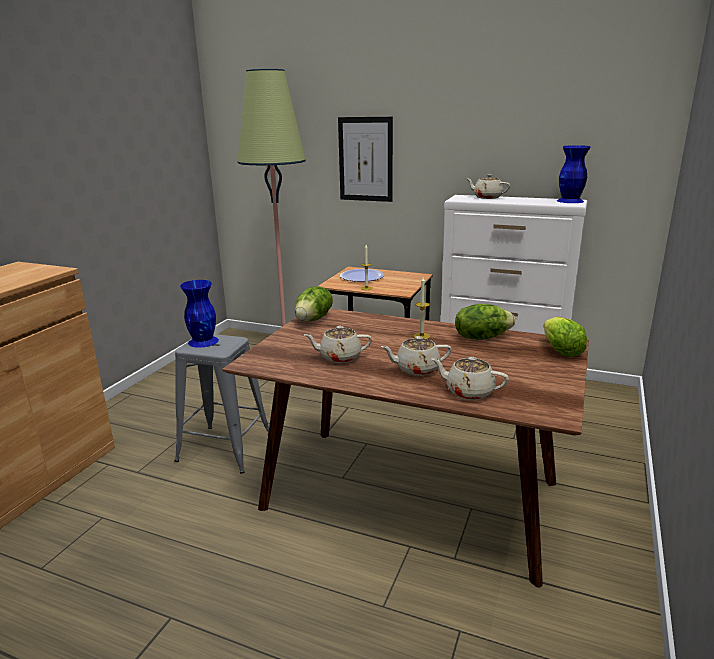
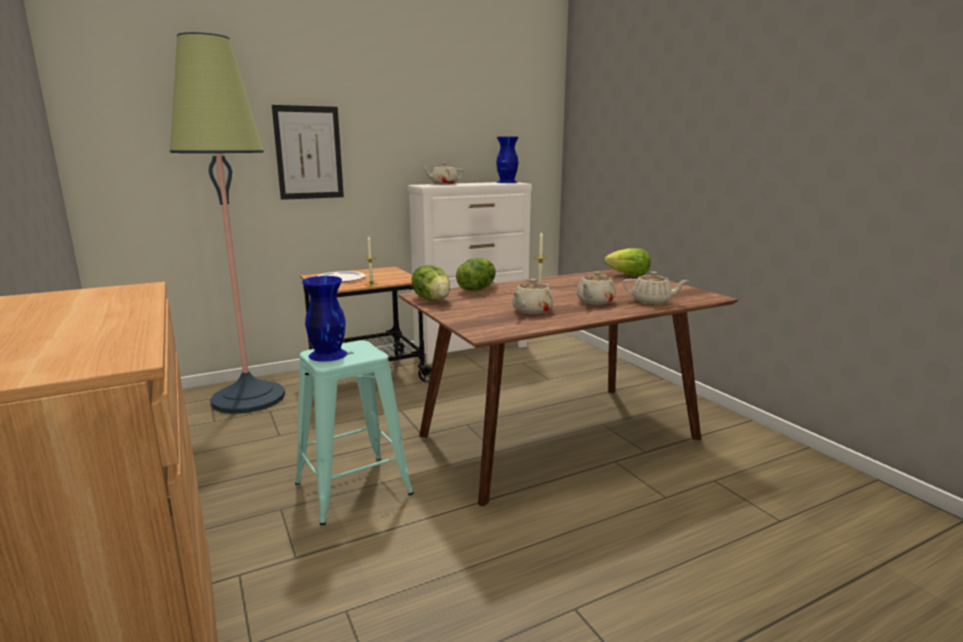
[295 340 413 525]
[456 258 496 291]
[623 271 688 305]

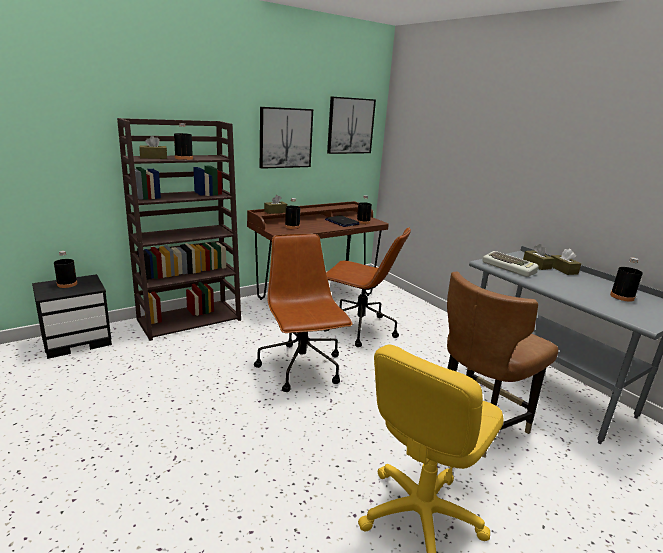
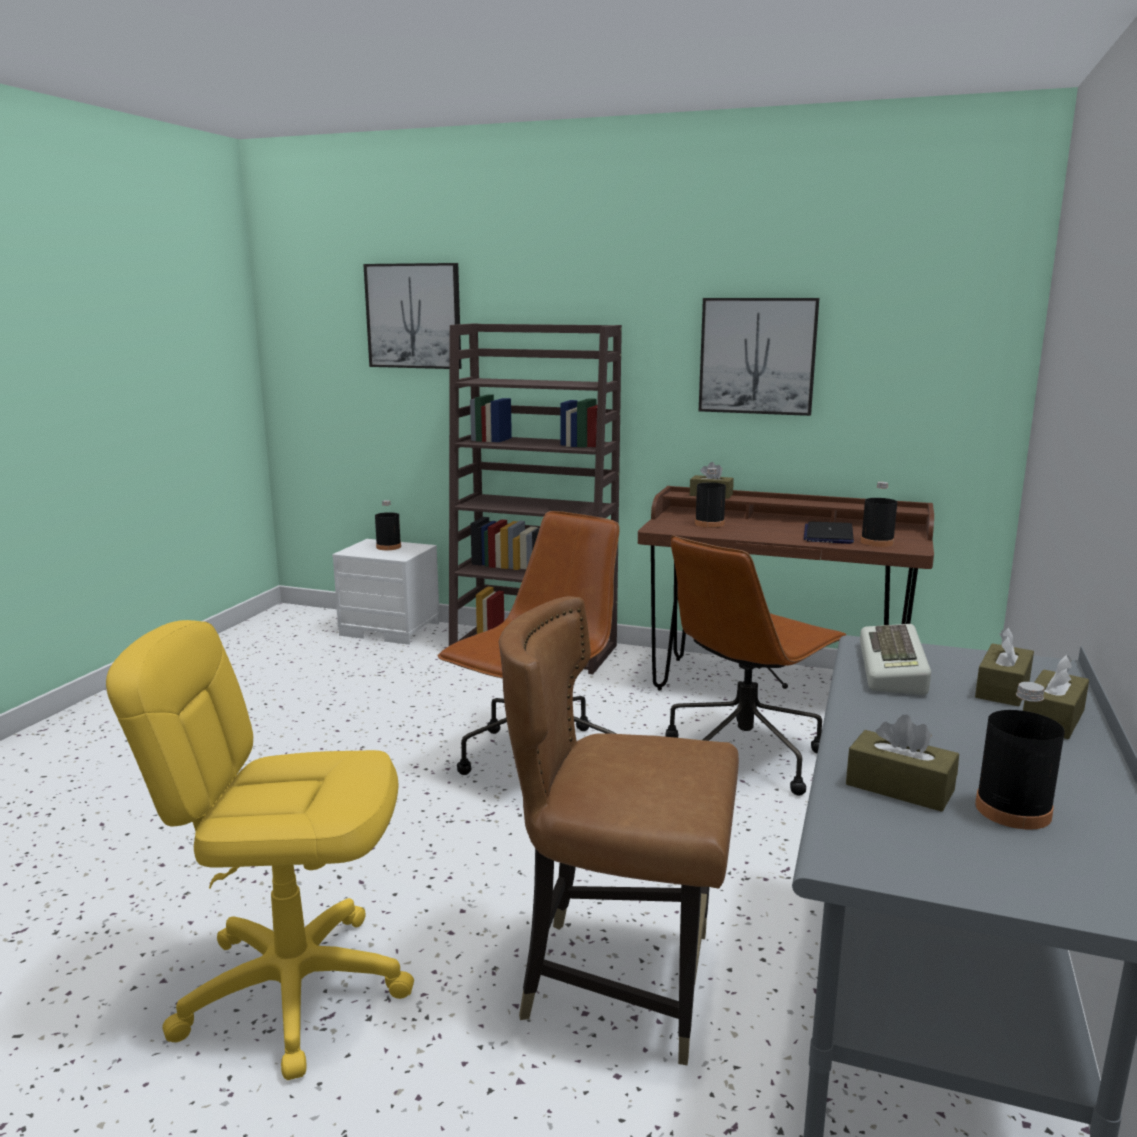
[332 539 439 645]
[363 263 462 369]
[665 536 846 796]
[846 715 959 812]
[174 123 193 160] (first image)

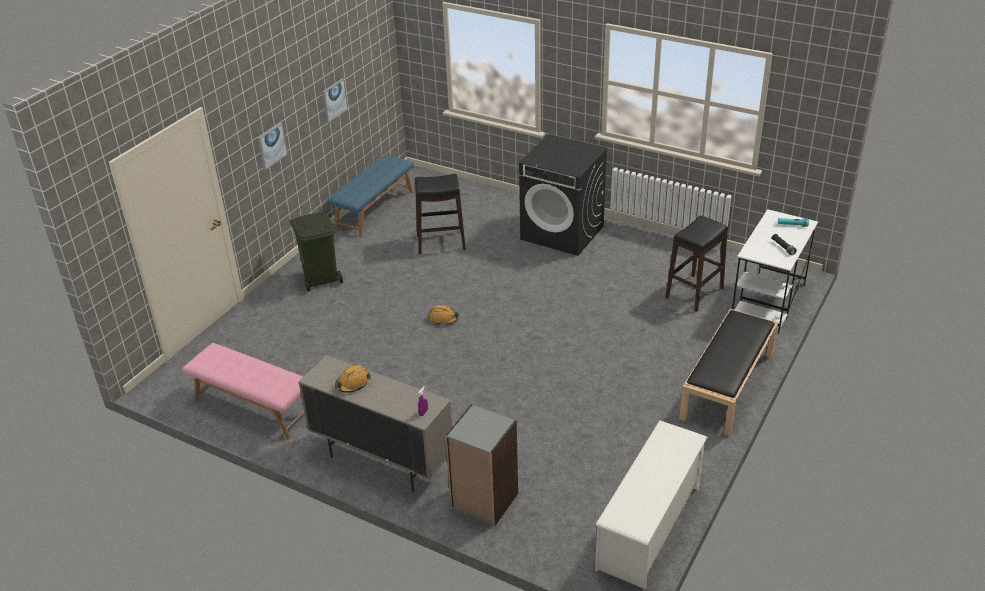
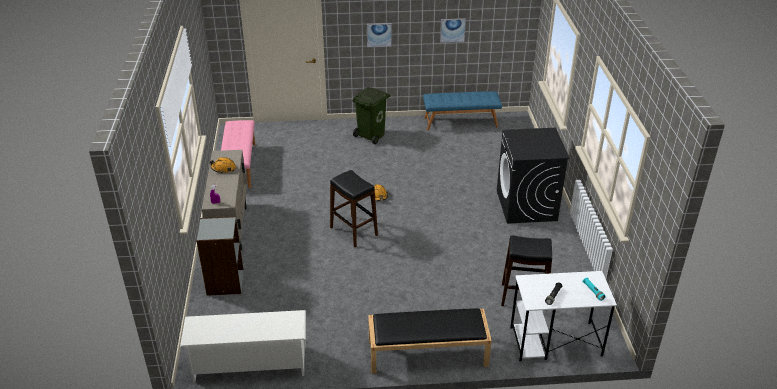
[330 170 378 247]

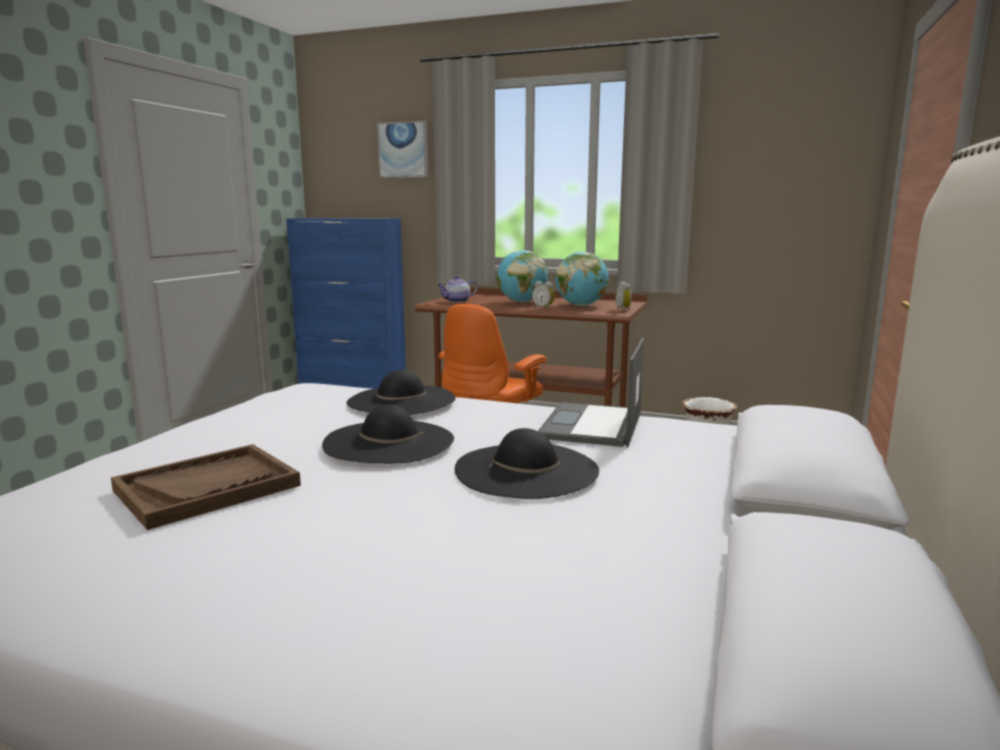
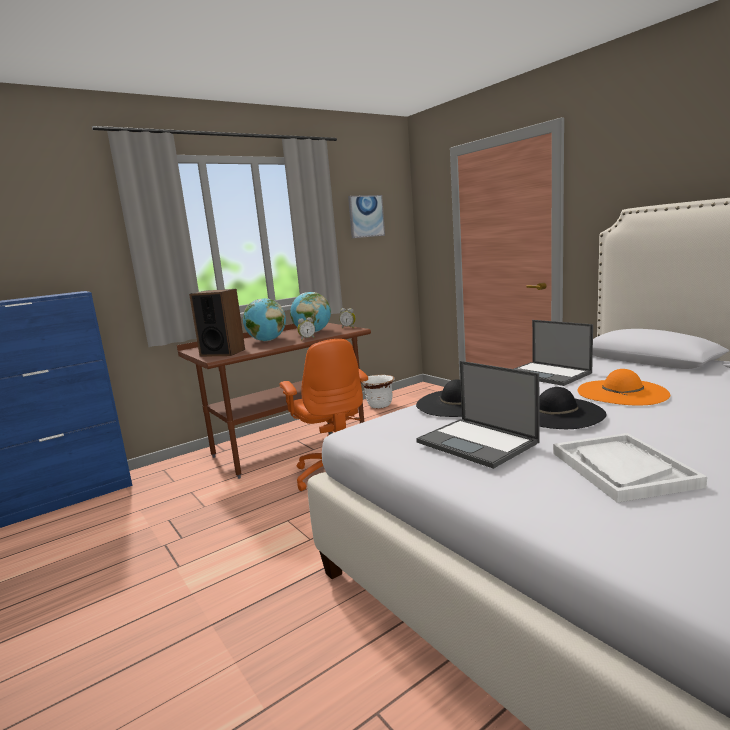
[189 289 245 357]
[348 195 385 238]
[416 361 540 469]
[553 433 707 503]
[578 369 670 406]

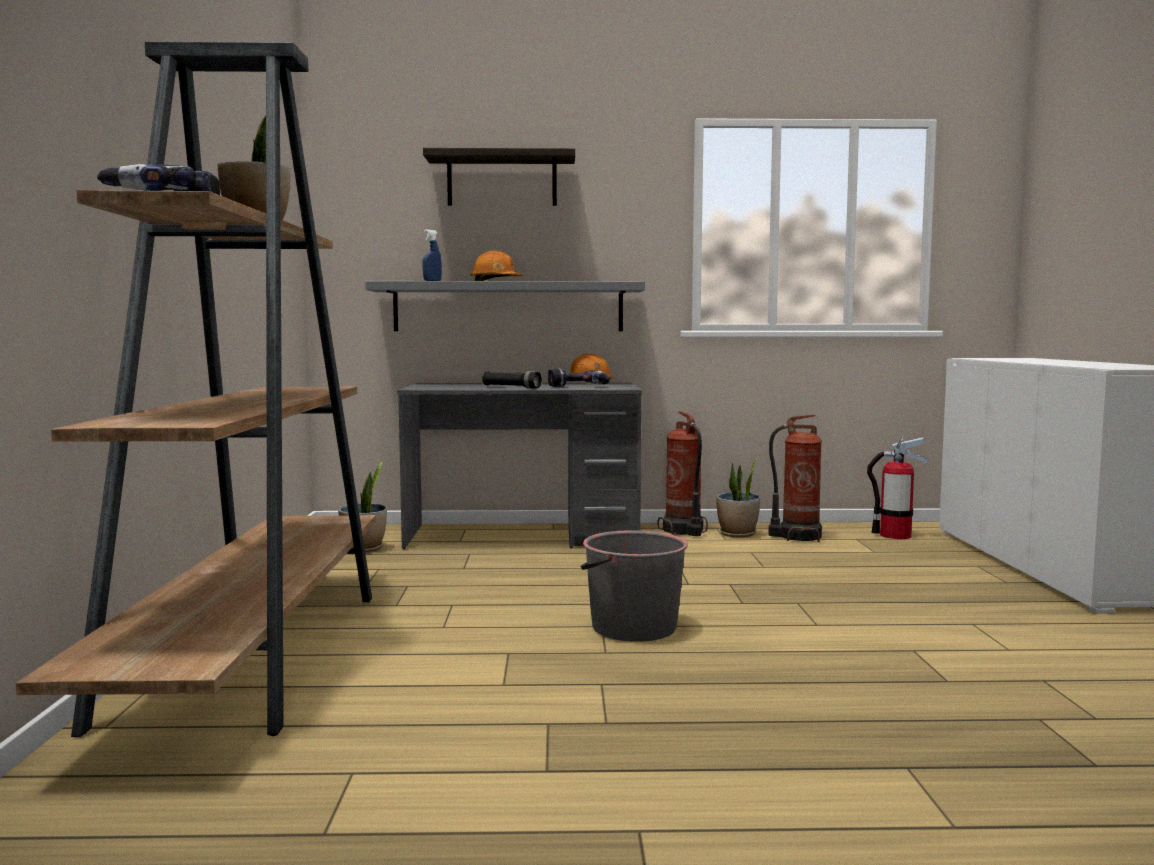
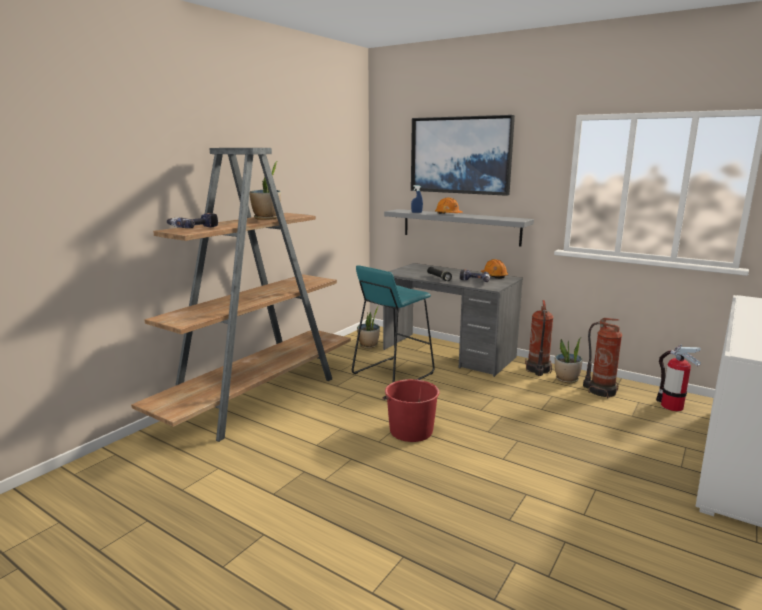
[352 265 435 382]
[383 379 440 442]
[411 115 515 196]

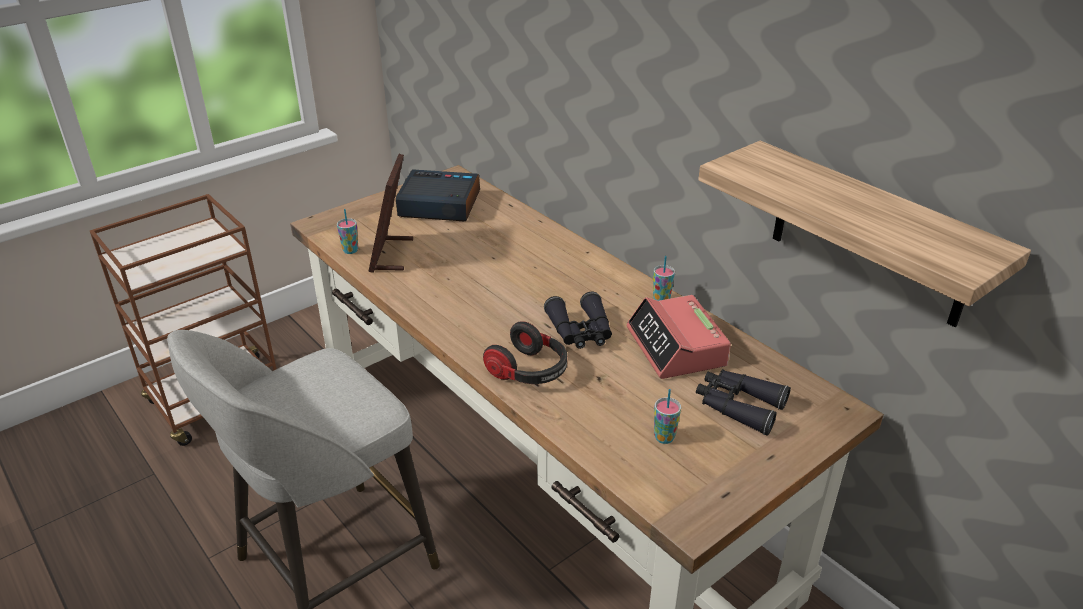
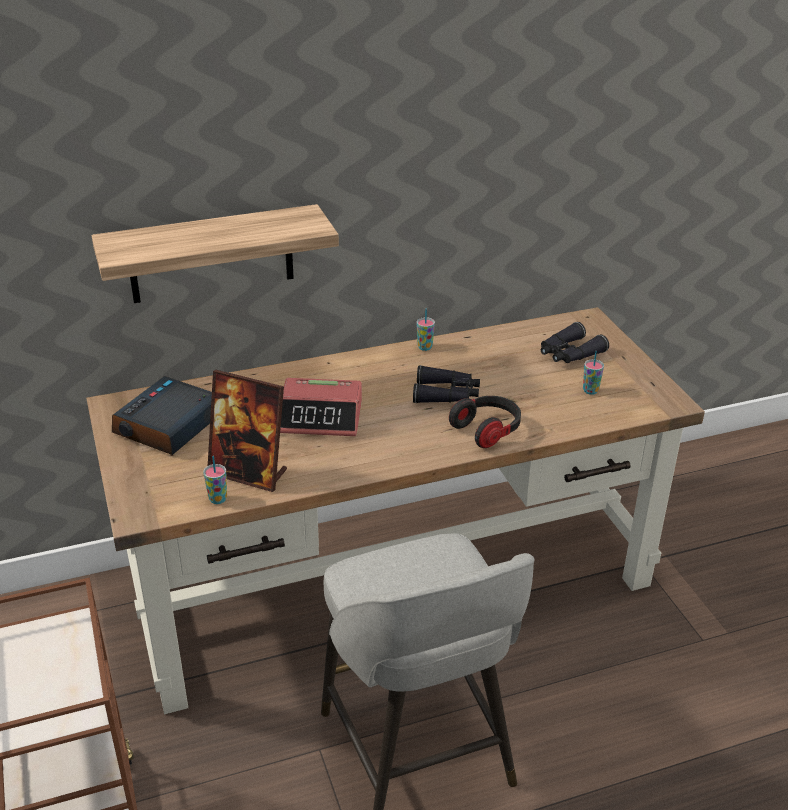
[92 204 339 303]
[280 378 362 436]

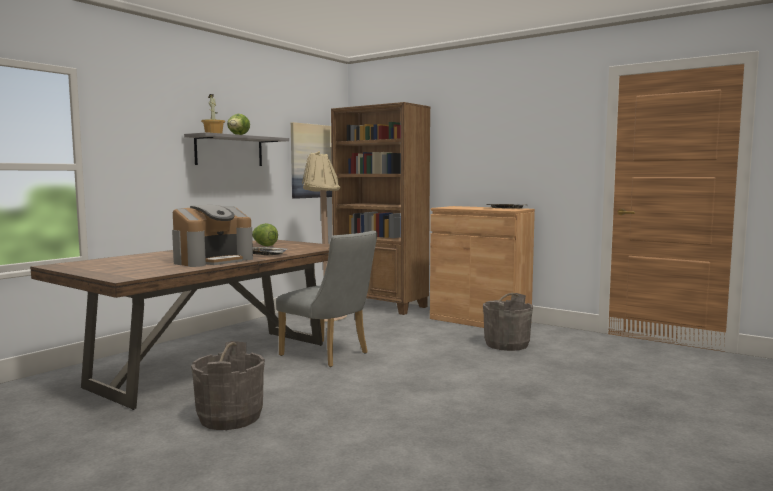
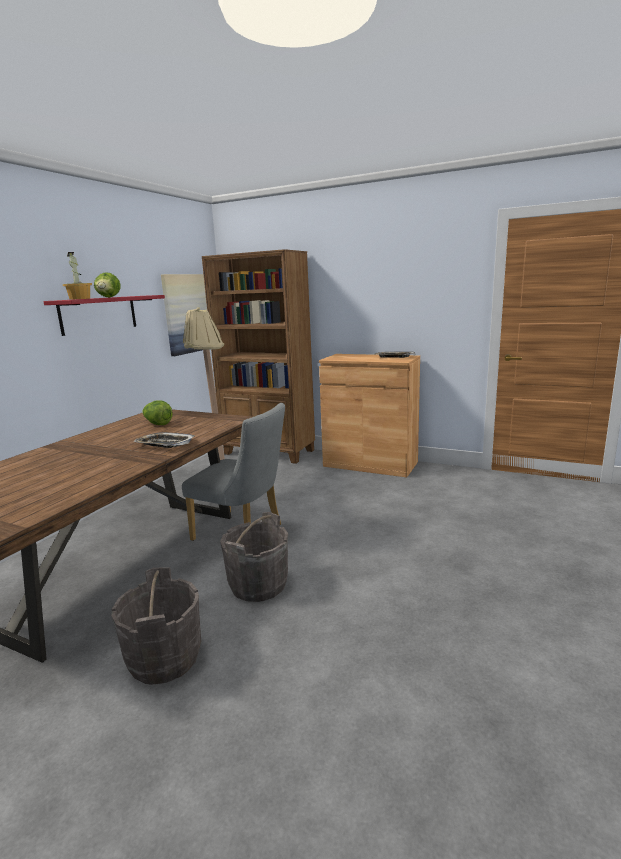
[44 295 165 336]
[220 512 288 602]
[172 205 253 267] (first image)

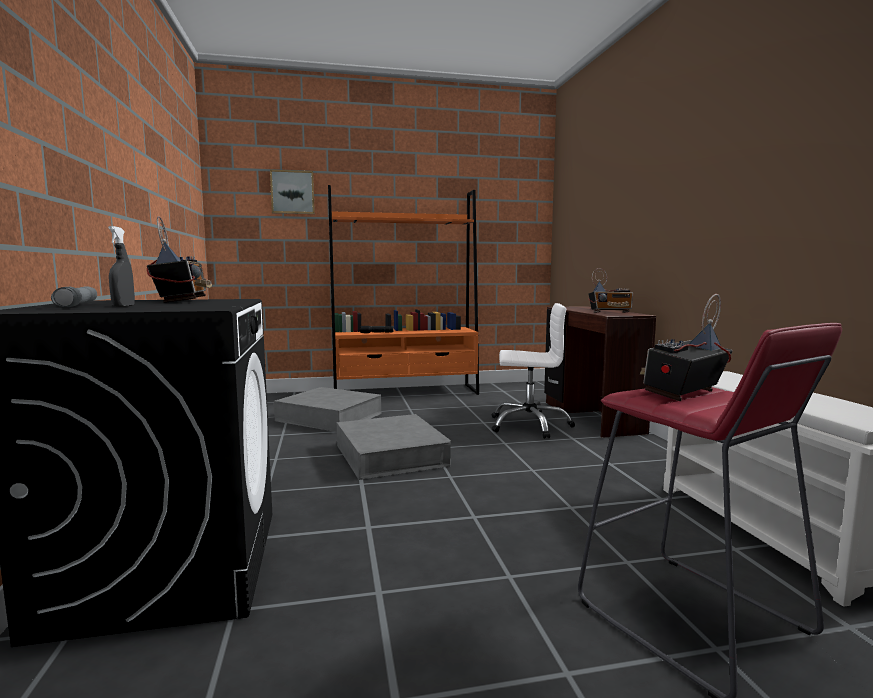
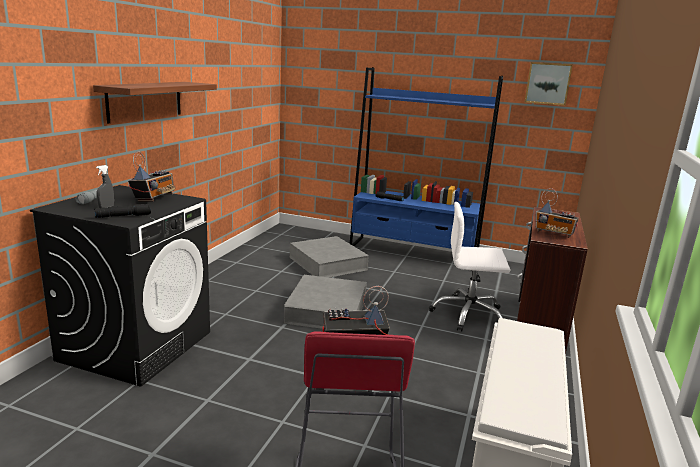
[93 82 217 123]
[94 204 151 218]
[349 67 503 271]
[429 202 510 331]
[525 62 573 106]

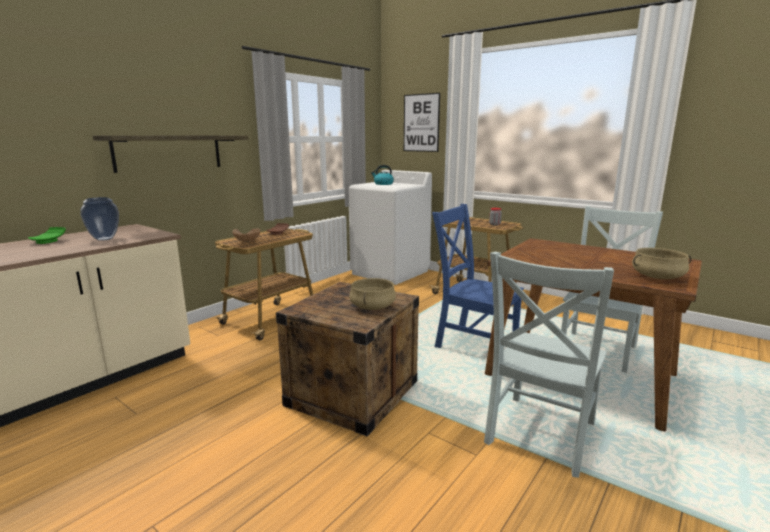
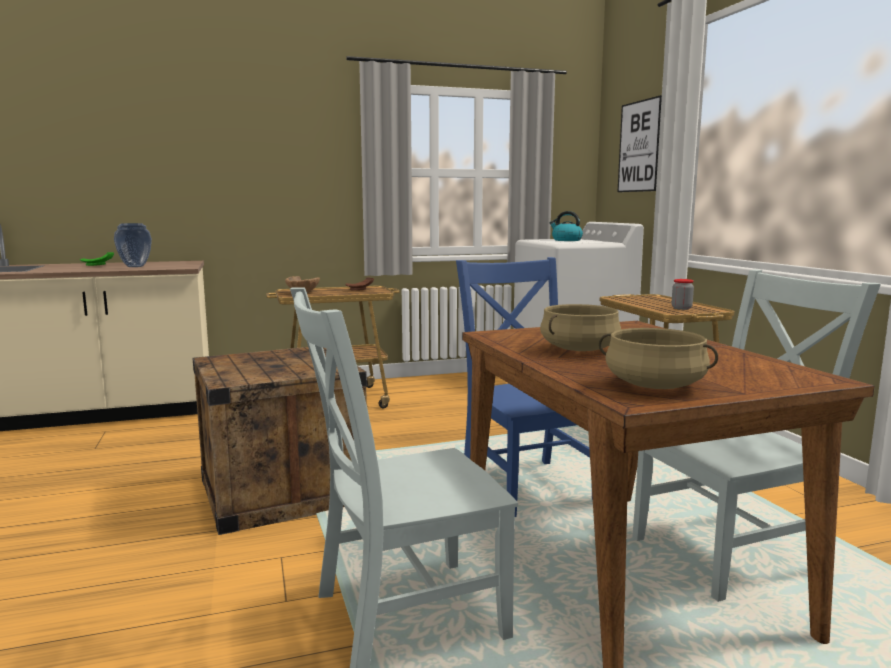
[540 304 621 351]
[93 135 248 173] (first image)

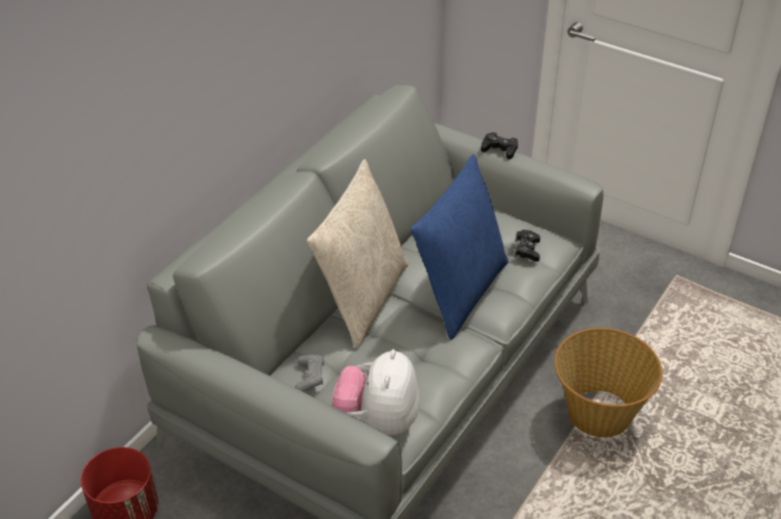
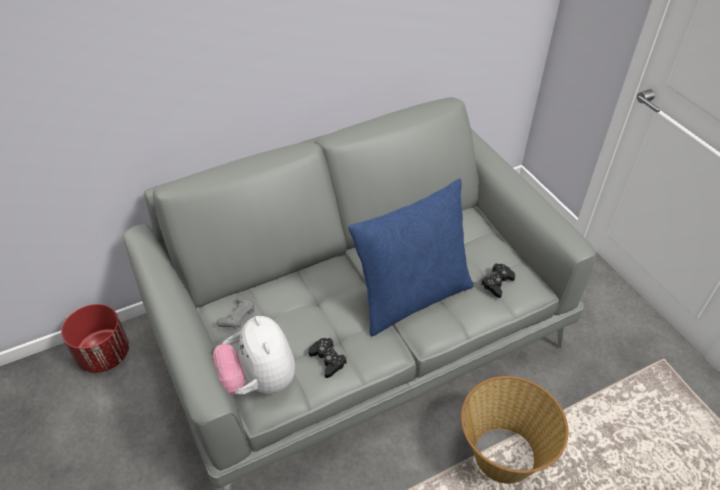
[213 316 295 395]
[308 338 347 378]
[307 159 408 348] (first image)

